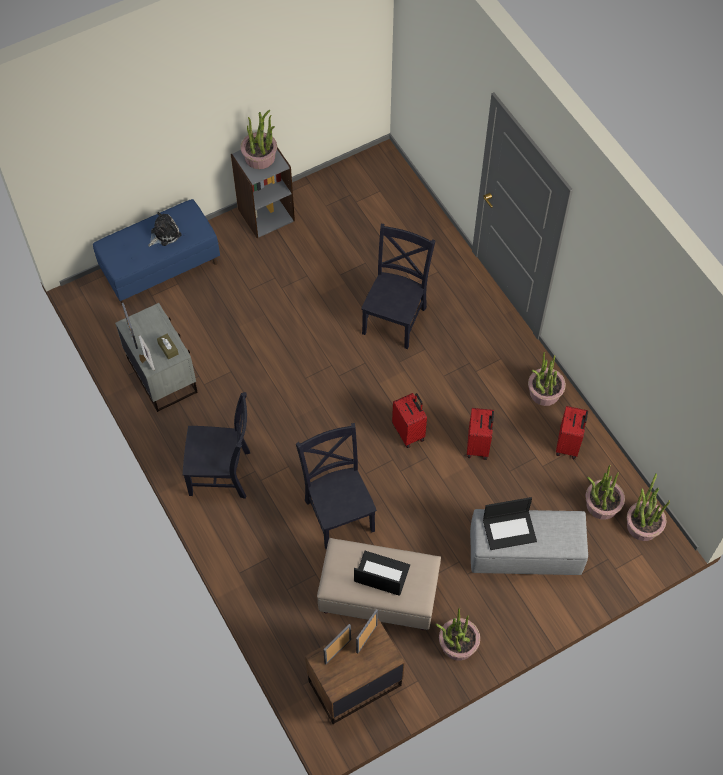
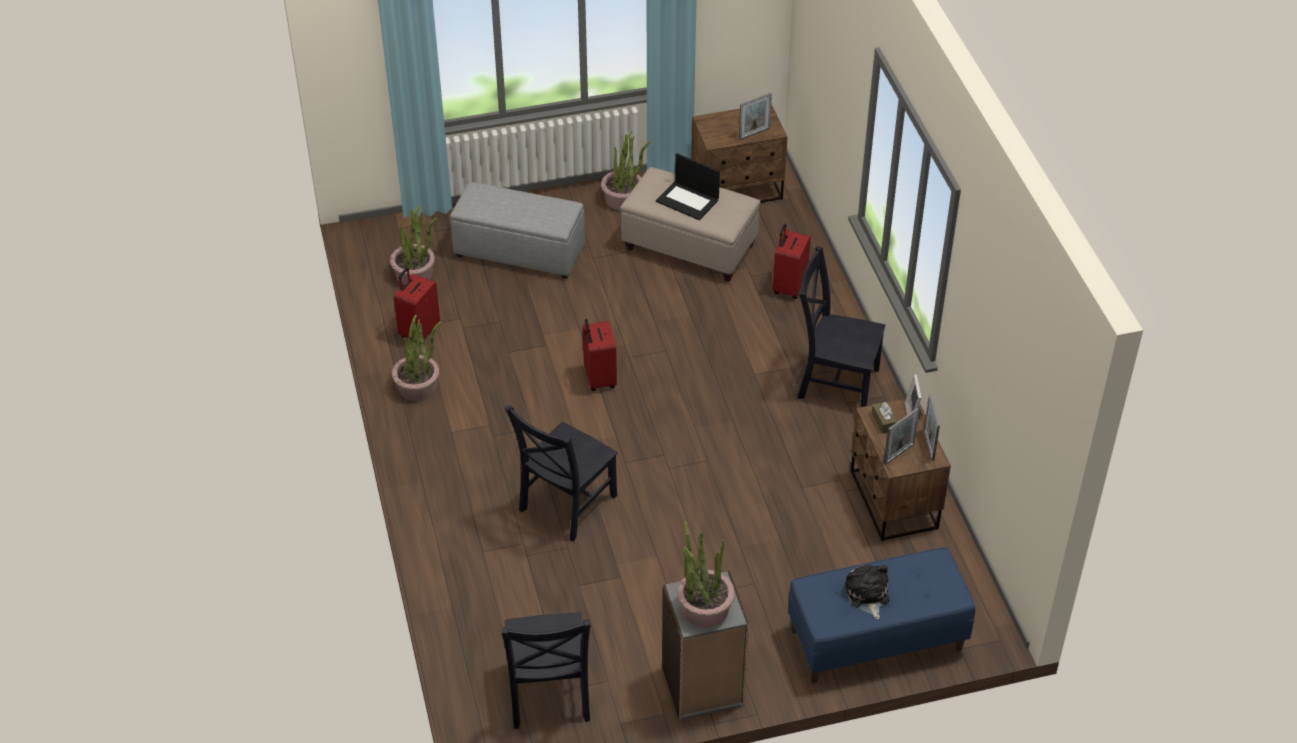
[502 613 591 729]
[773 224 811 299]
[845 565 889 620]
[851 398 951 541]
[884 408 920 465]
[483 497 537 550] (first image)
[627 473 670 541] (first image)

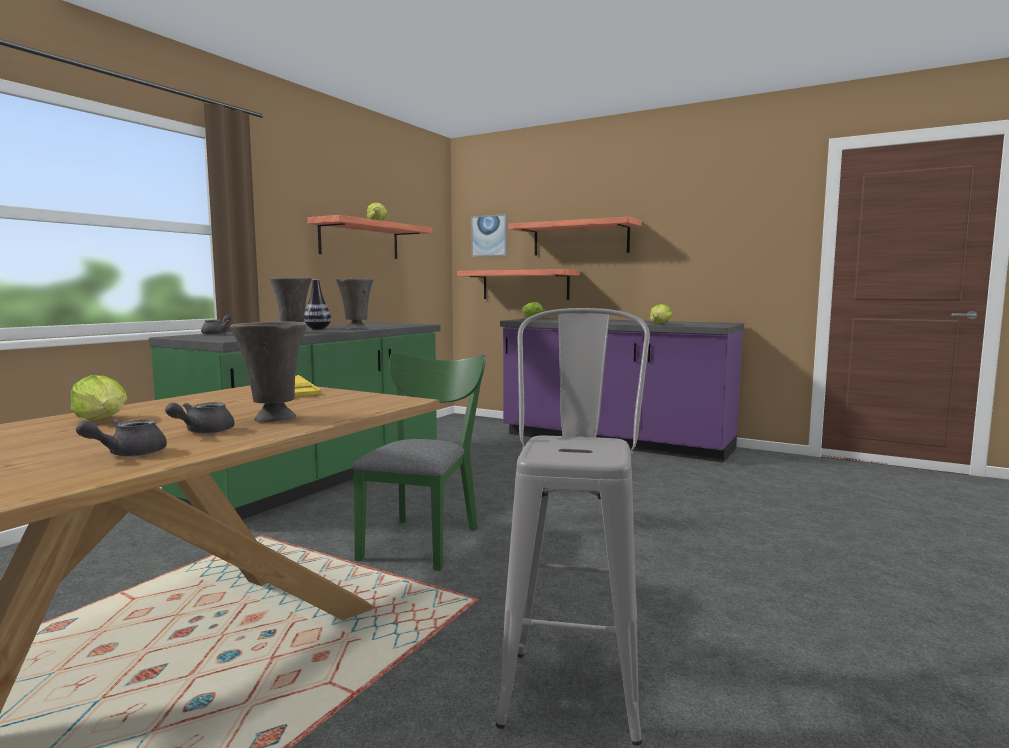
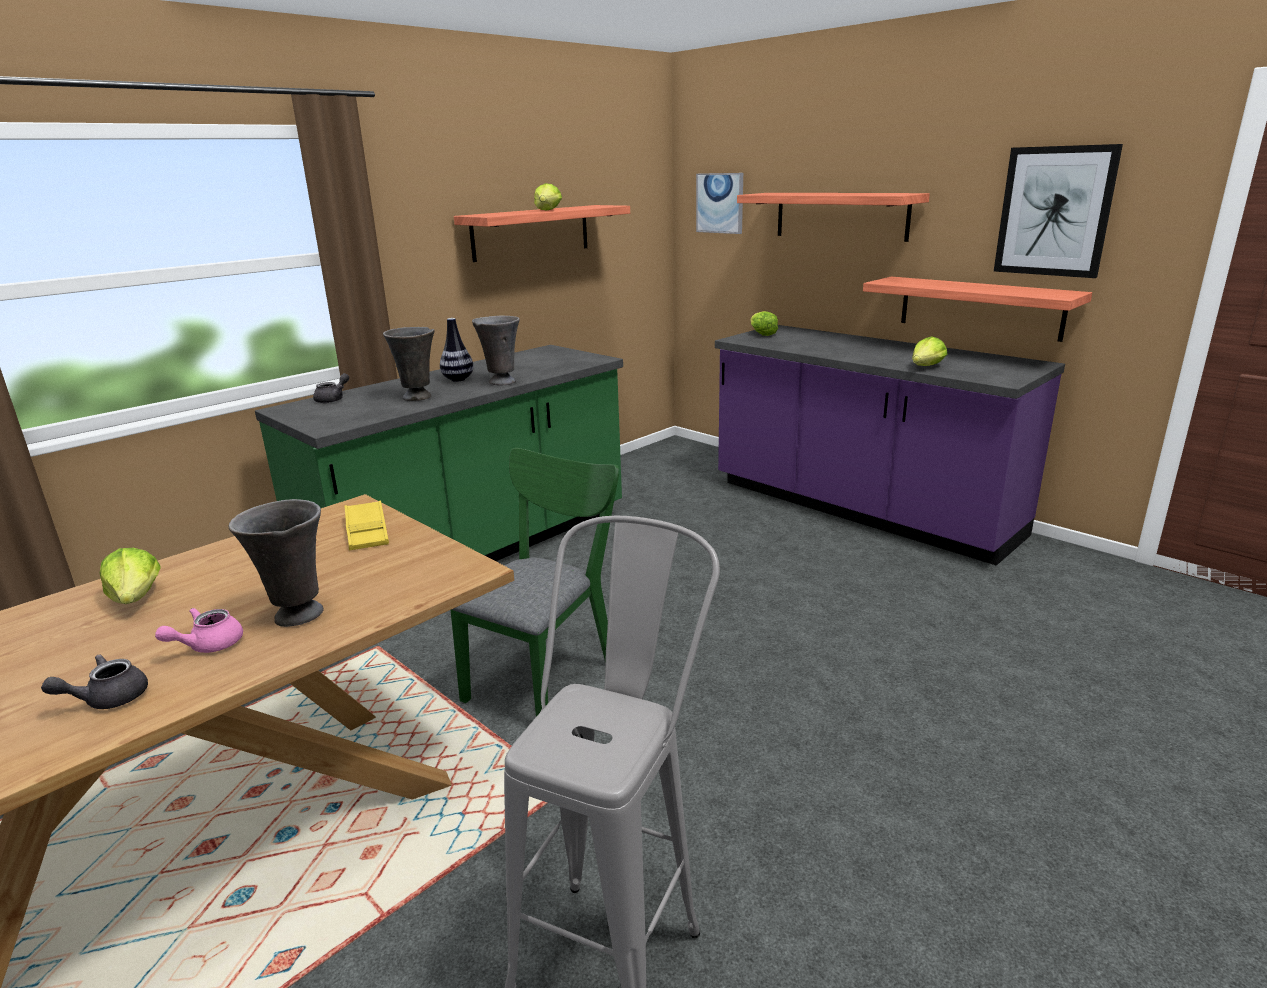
[155 608 243 653]
[863 277 1092 342]
[994 144 1123 278]

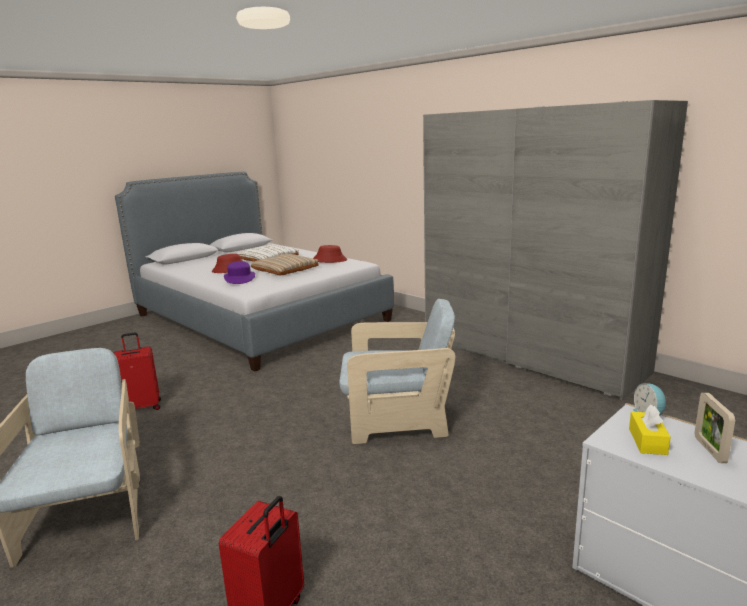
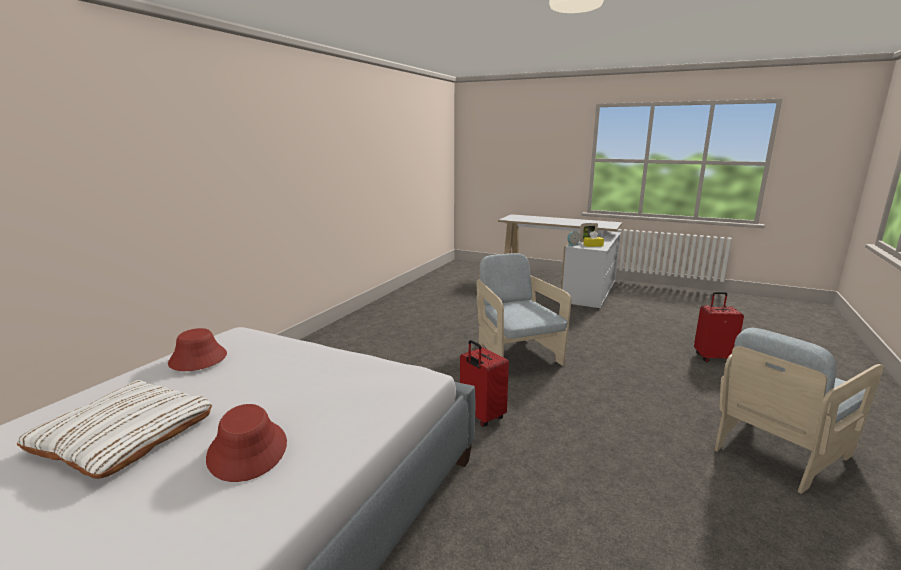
[460 340 509 427]
[224 261 255 284] (first image)
[250 254 319 276] (first image)
[423 100 688 400] (first image)

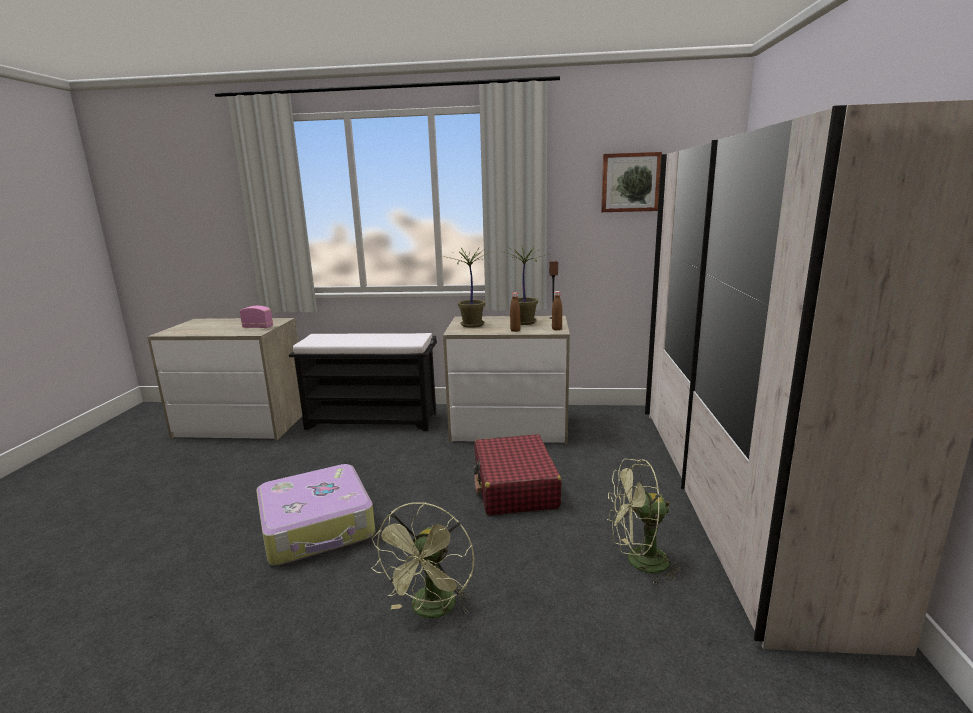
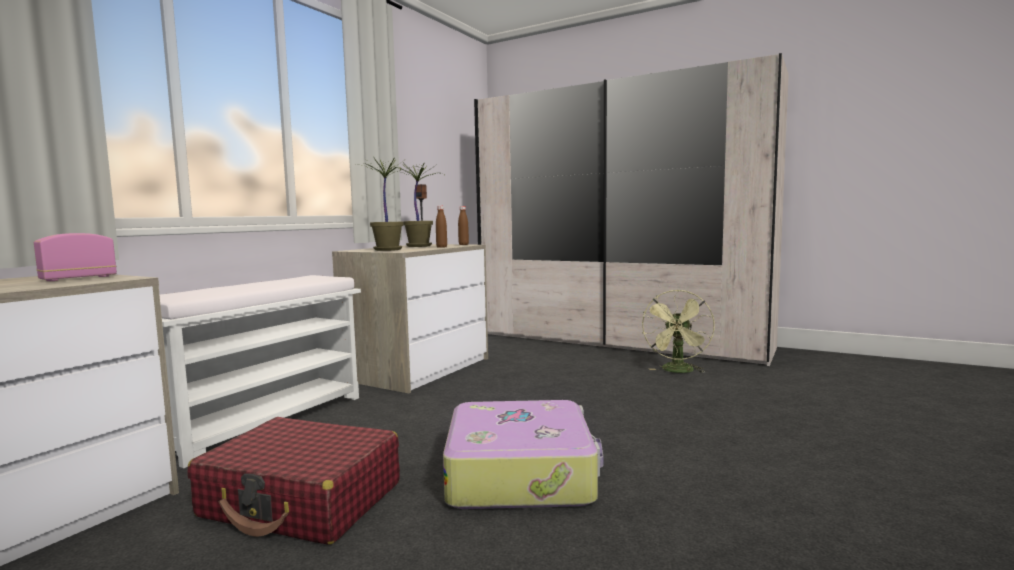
[160 275 361 468]
[187 417 400 545]
[371 502 474 618] (first image)
[601 152 662 212] (first image)

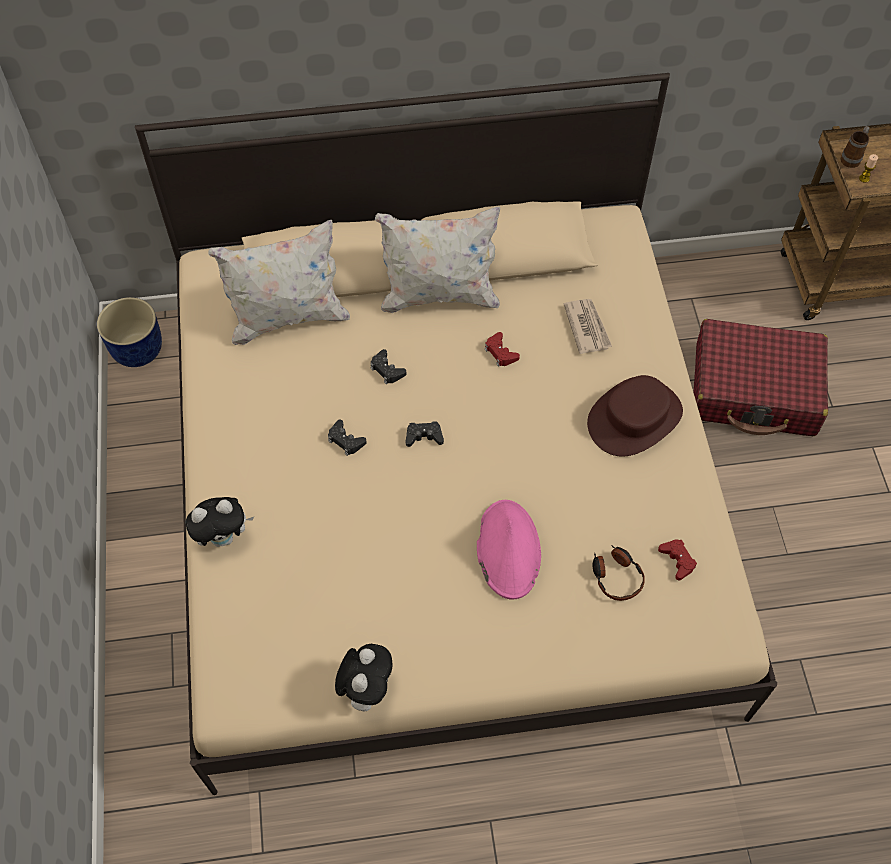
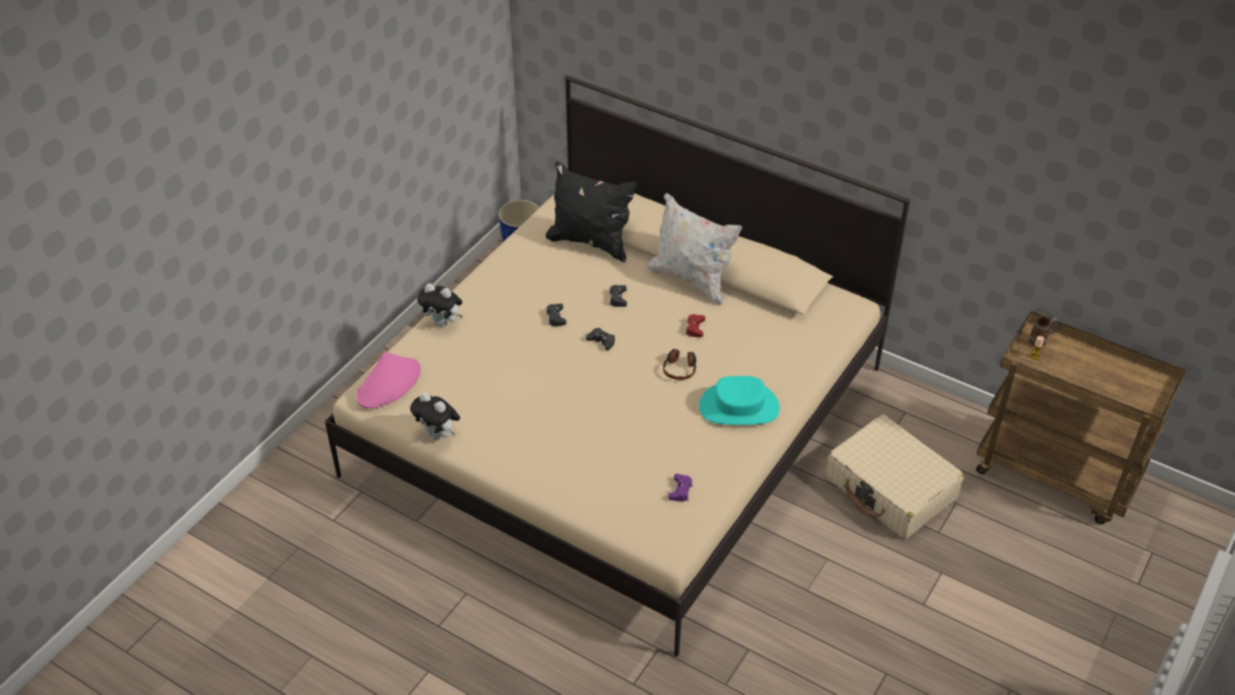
[356 352 421 409]
[410 392 460 440]
[546 162 637 263]
[663 349 696 380]
[668 474 693 502]
[699 376 780 425]
[826 414 964 539]
[564 299 612 354] (first image)

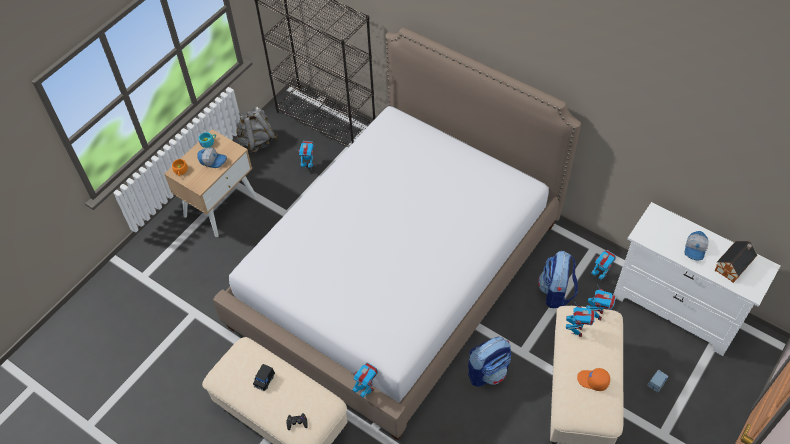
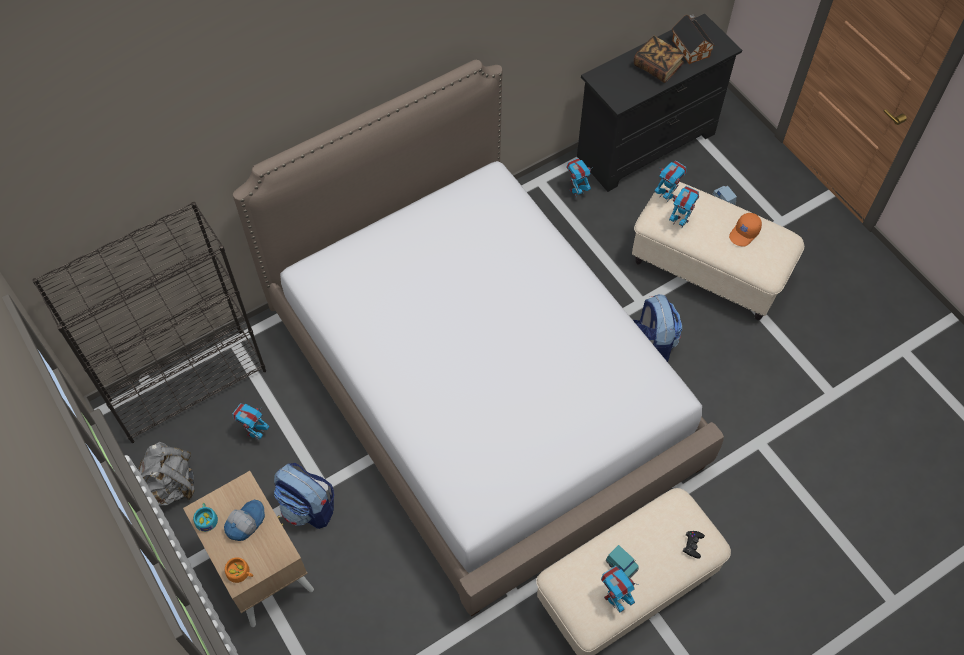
[274 463 334 529]
[577 13 742 192]
[601 566 639 613]
[606 545 639 579]
[634 36 685 83]

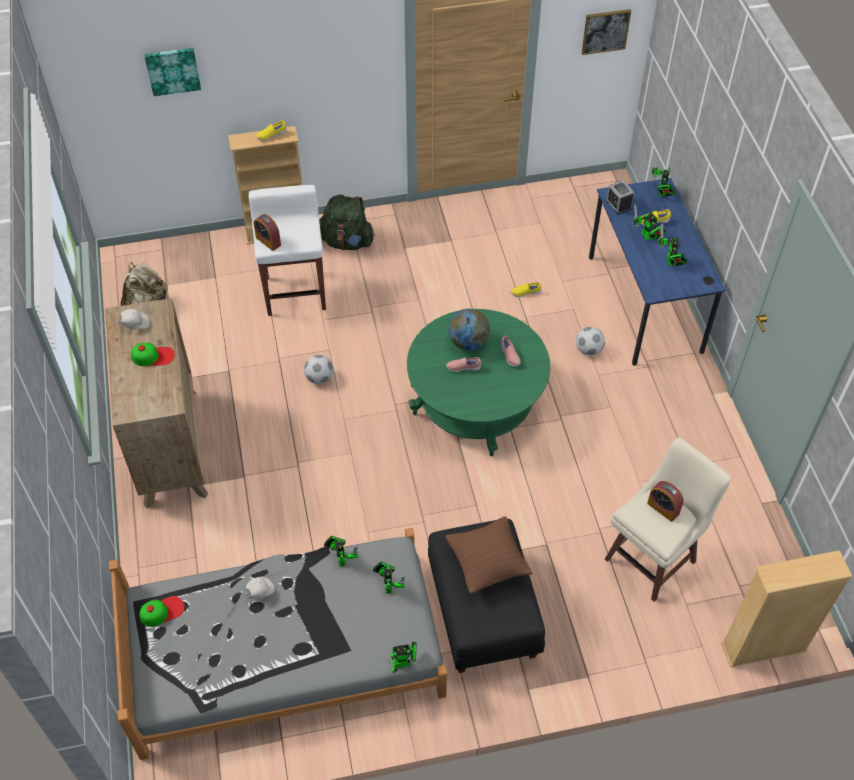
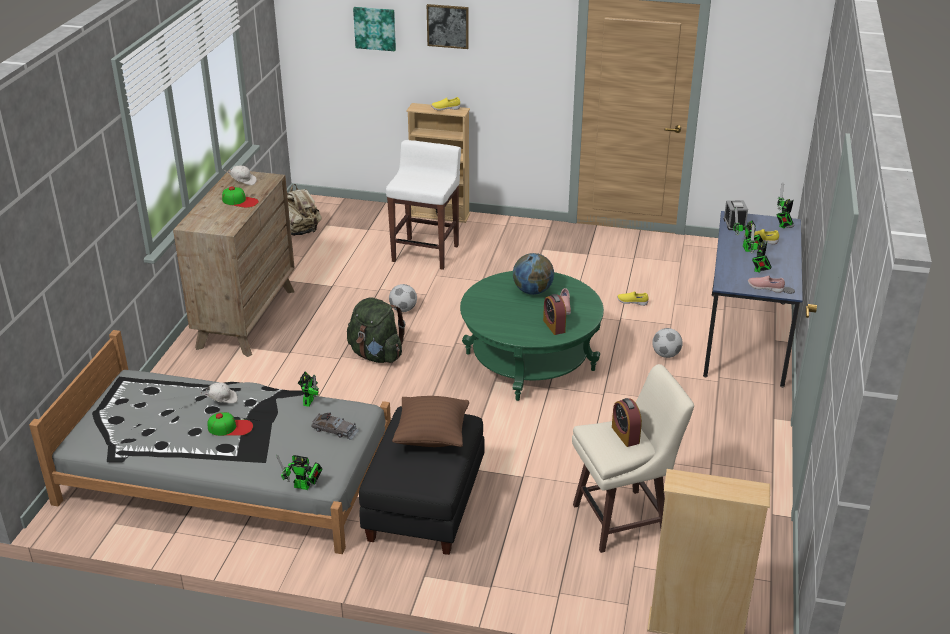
[207 412 253 436]
[311 412 359 440]
[347 298 405 363]
[427 4 469 49]
[543 294 566 335]
[748 276 785 293]

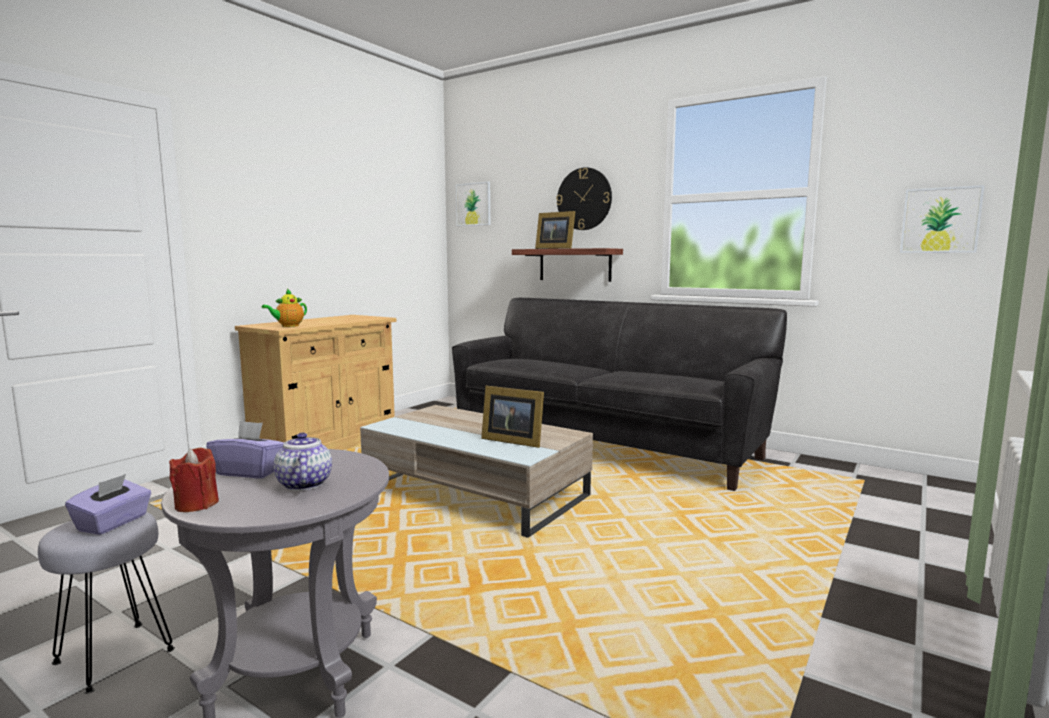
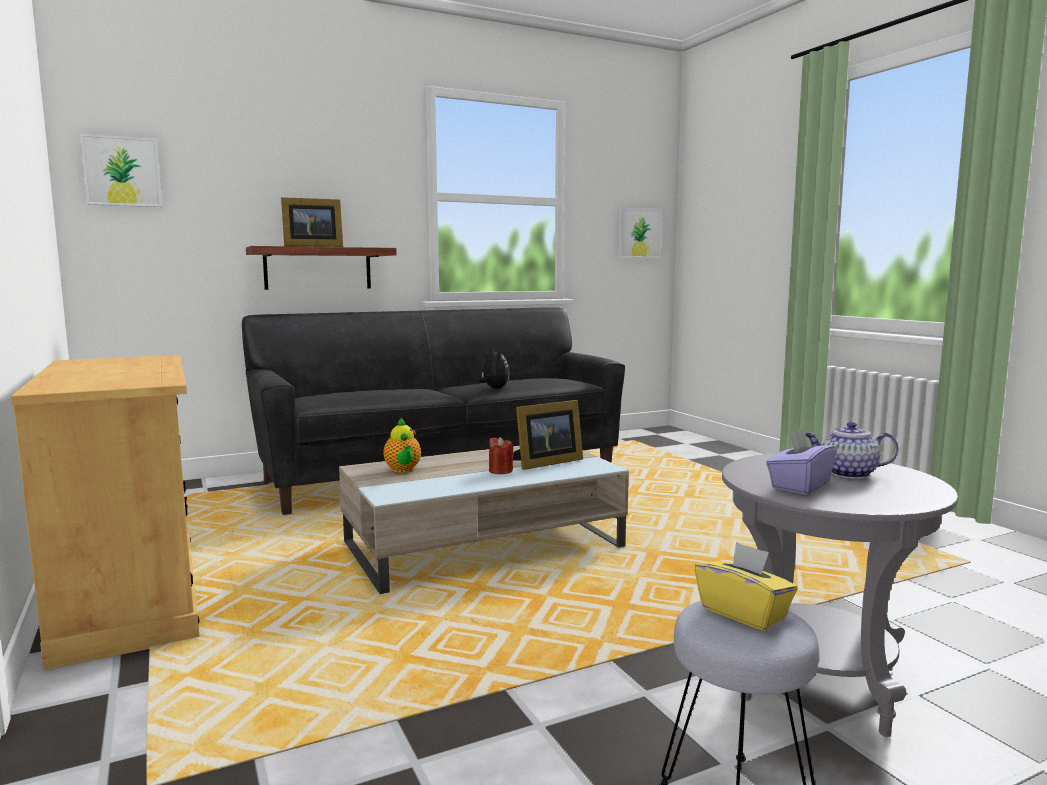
[383 418 421 473]
[478 348 510 389]
[489 437 513 474]
[694 542 797 631]
[556 167 612 230] (first image)

